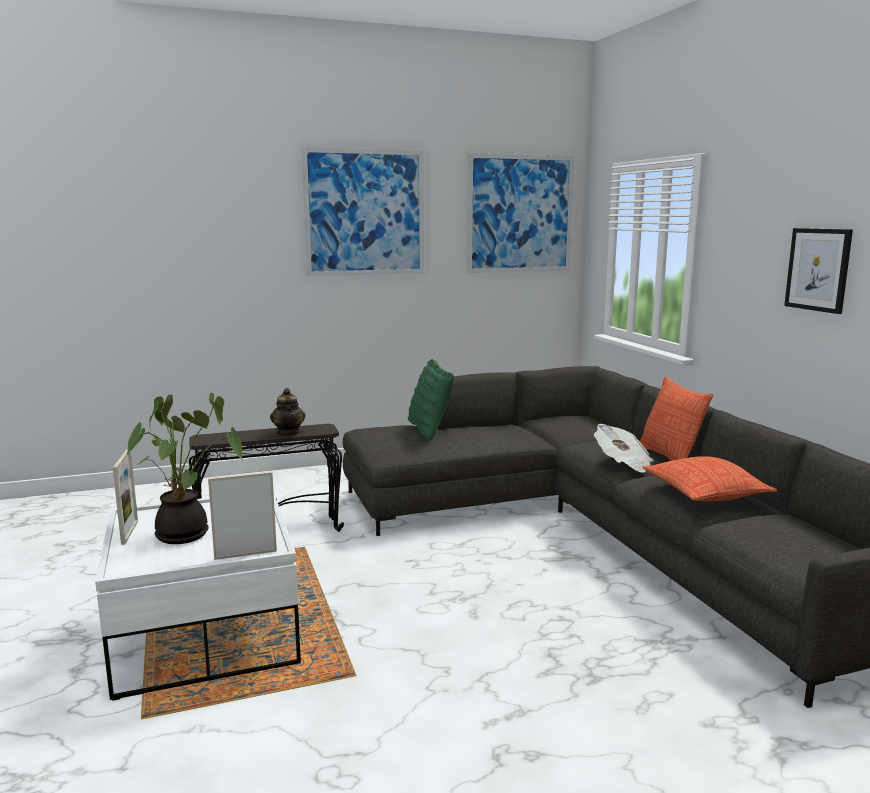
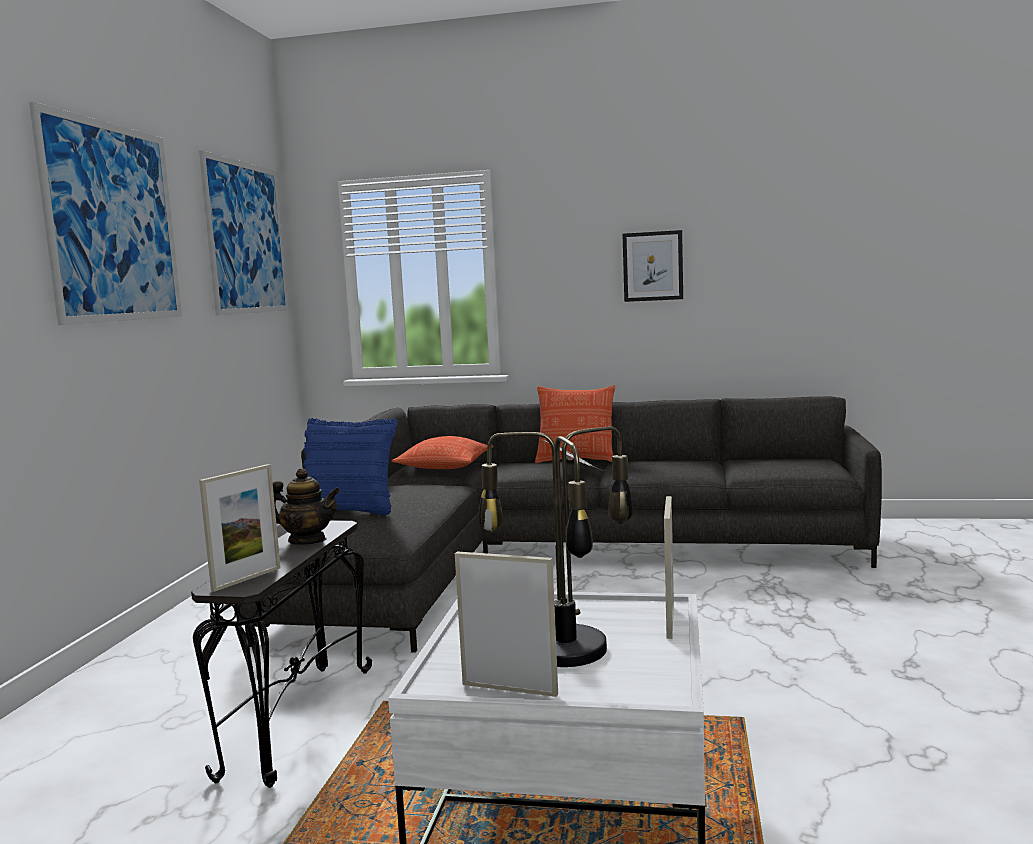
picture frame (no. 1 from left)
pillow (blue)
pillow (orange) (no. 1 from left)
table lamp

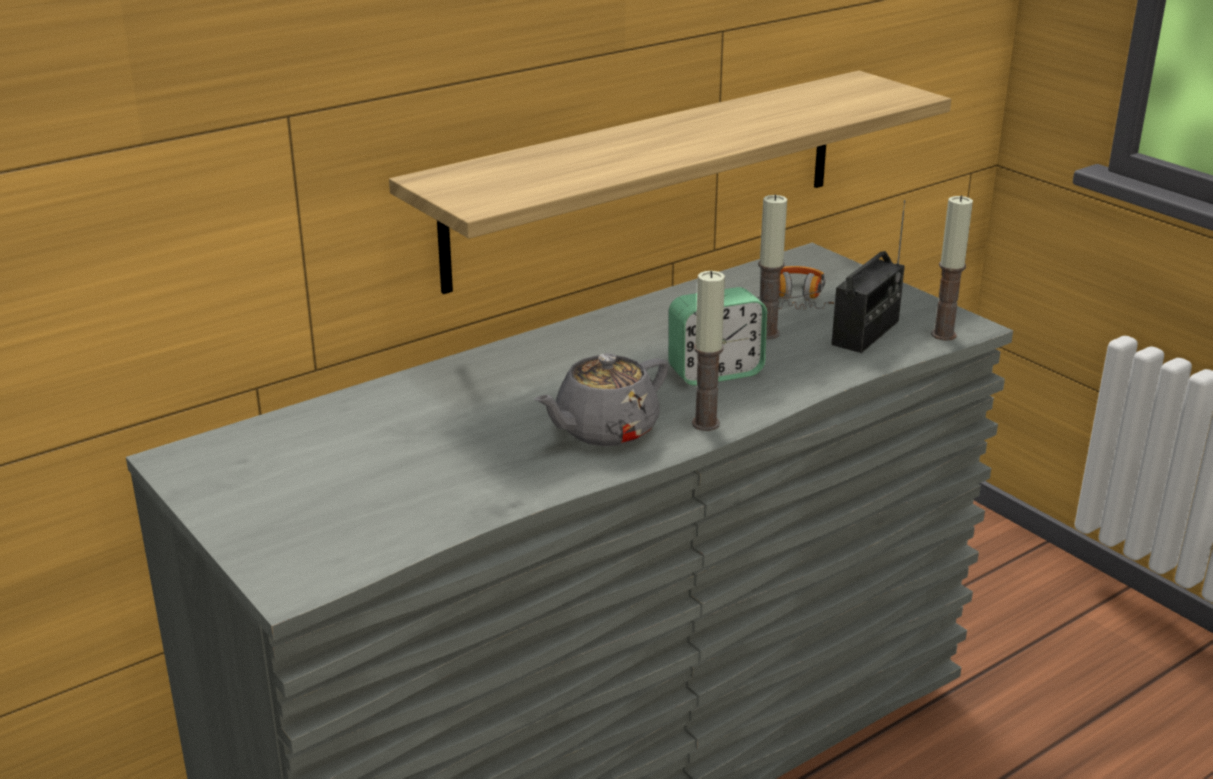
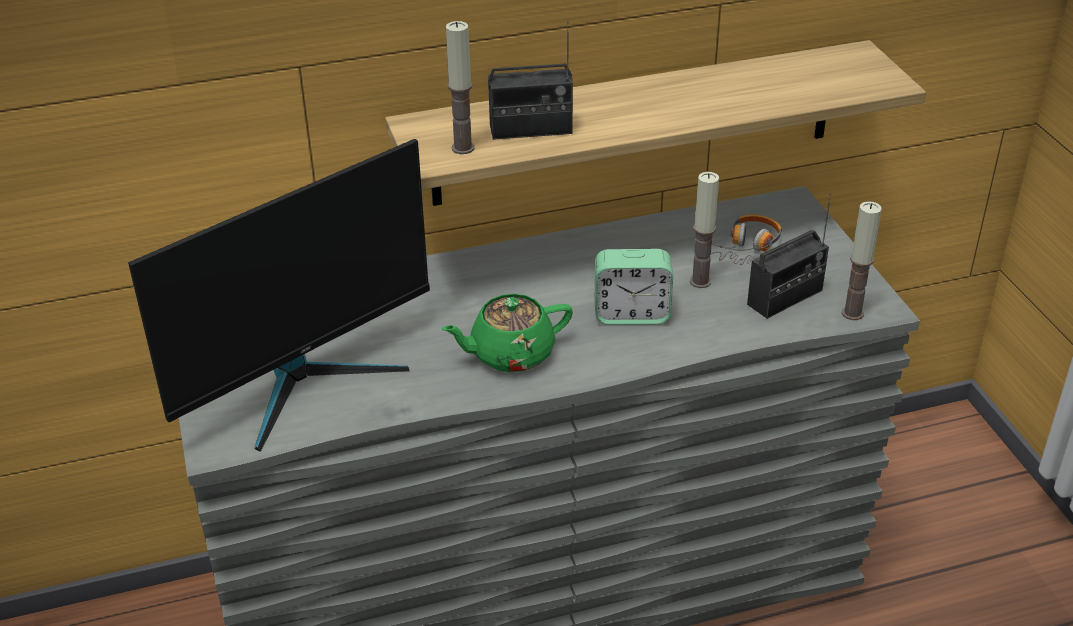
monitor
teapot (green)
candle (no. 1 from left)
radio (no. 1 from left)

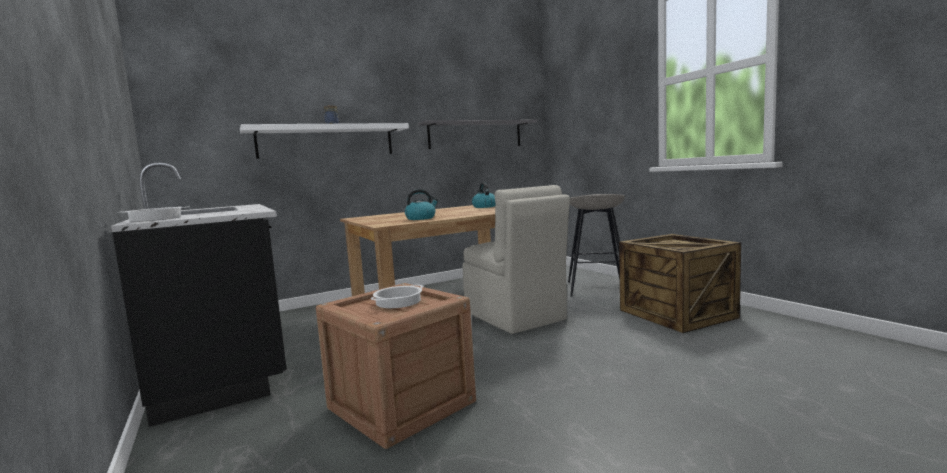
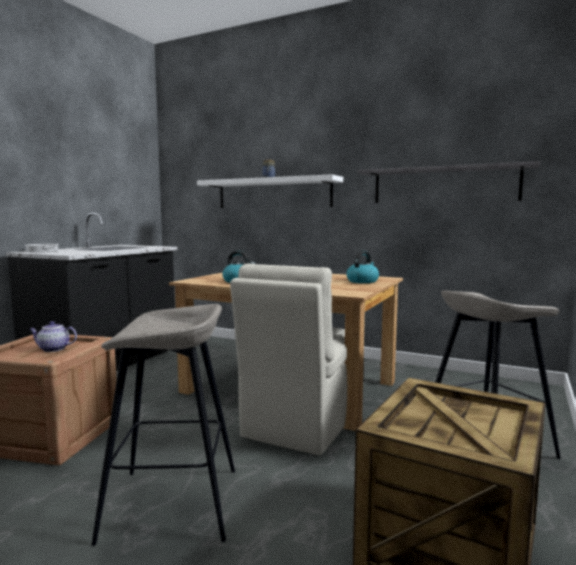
teapot
stool (grey) (no. 1 from left)

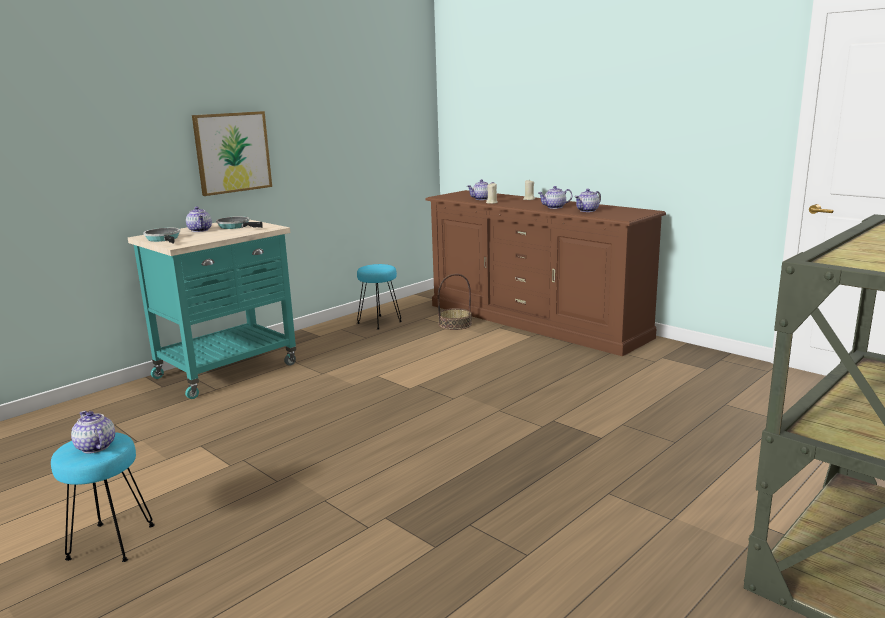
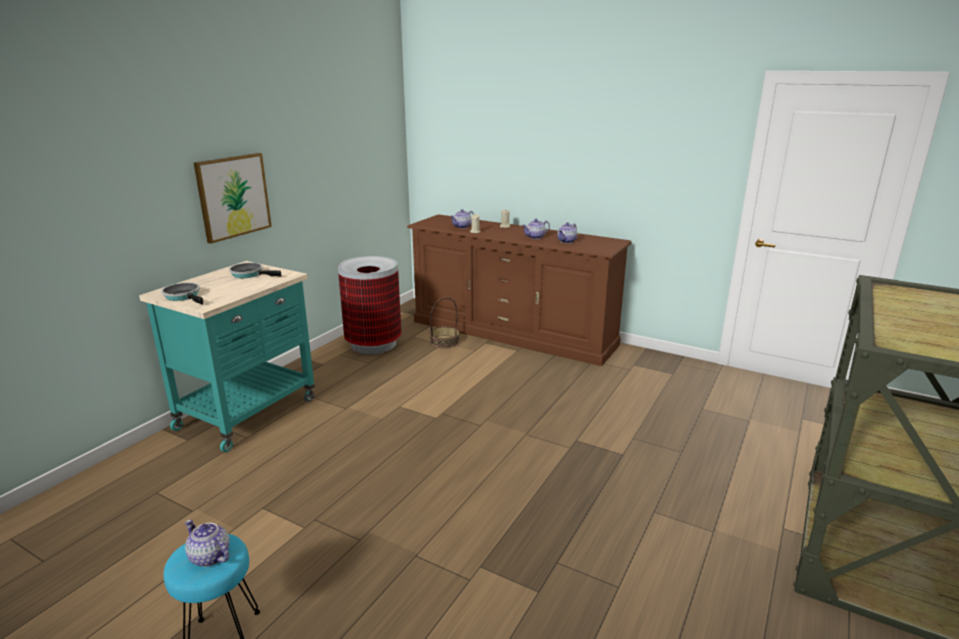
trash can
teapot (no. 2 from left in the first image)

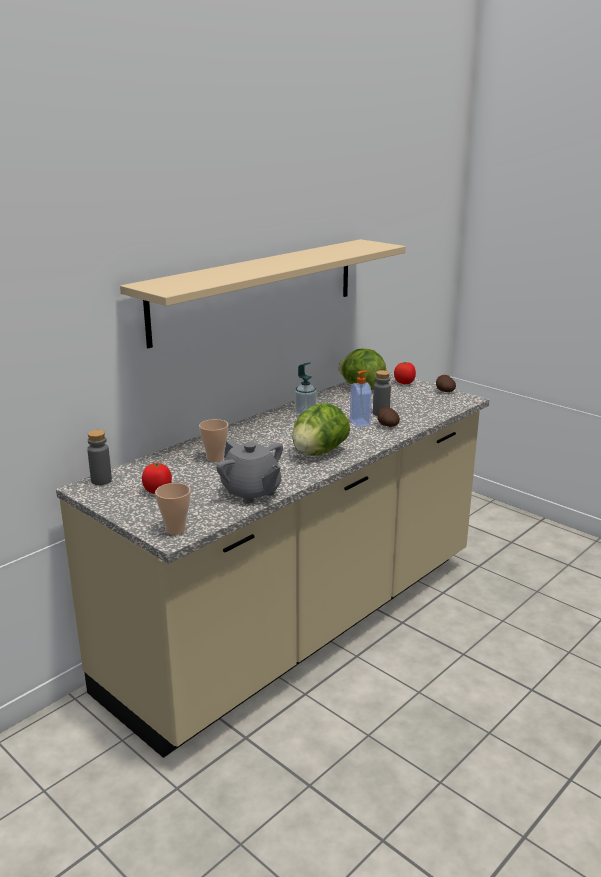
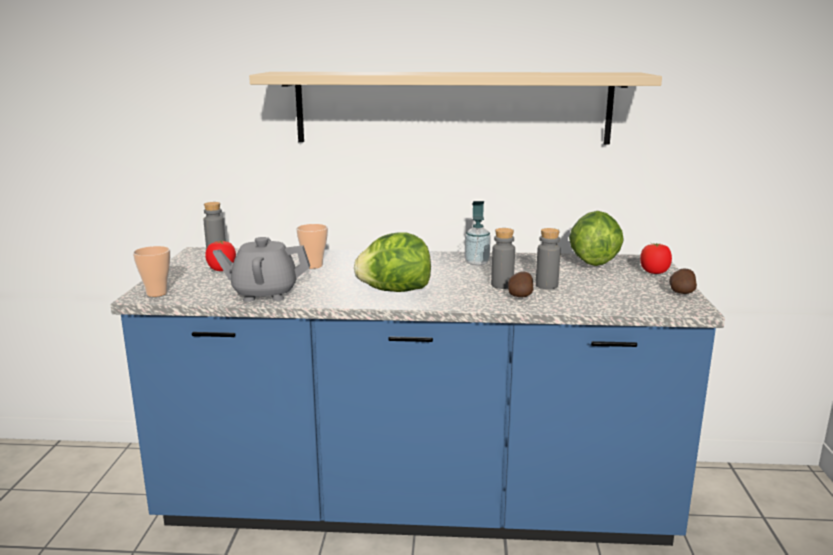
counter (blue)
teapot (grey)
bottle (grey) (no. 2 from left)

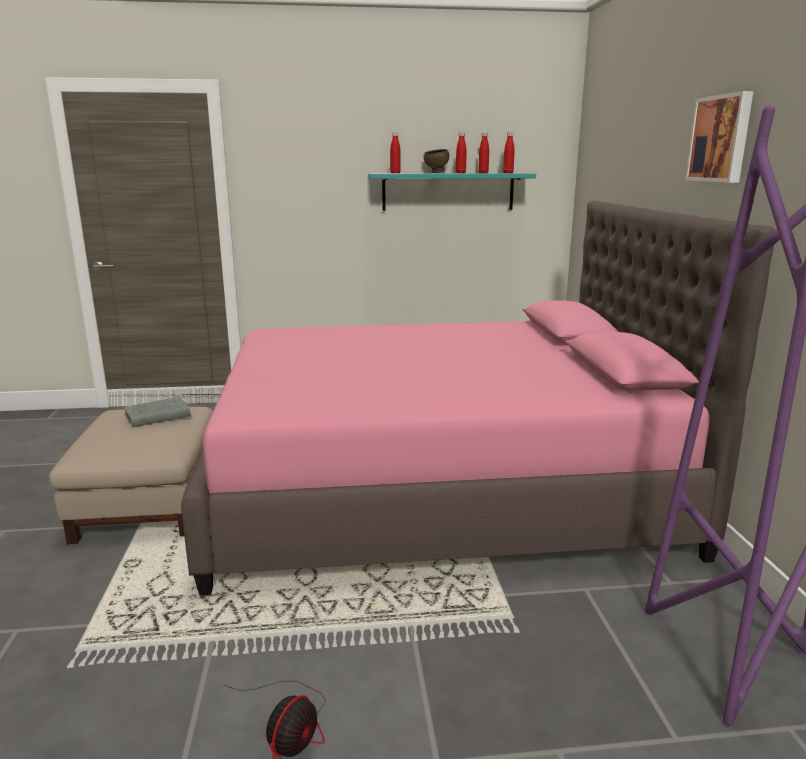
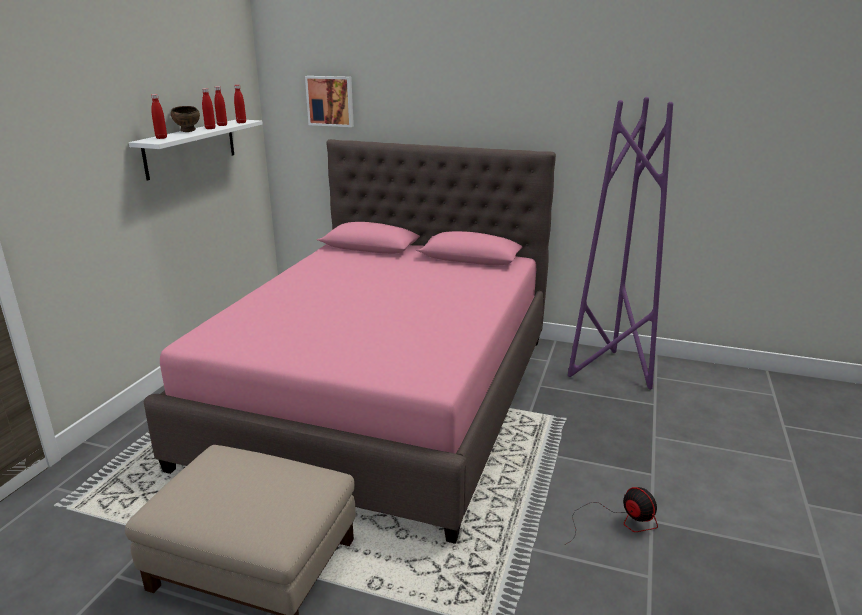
shelf (white)
picture
book (grey)

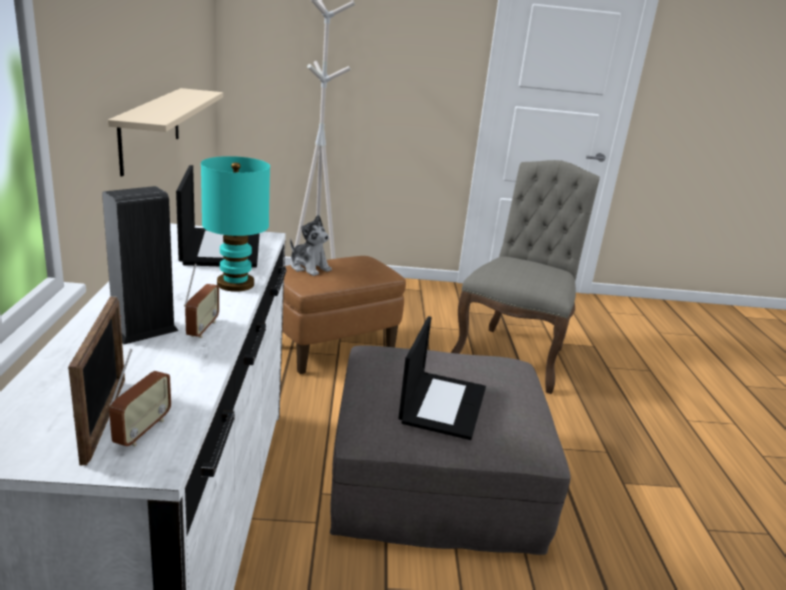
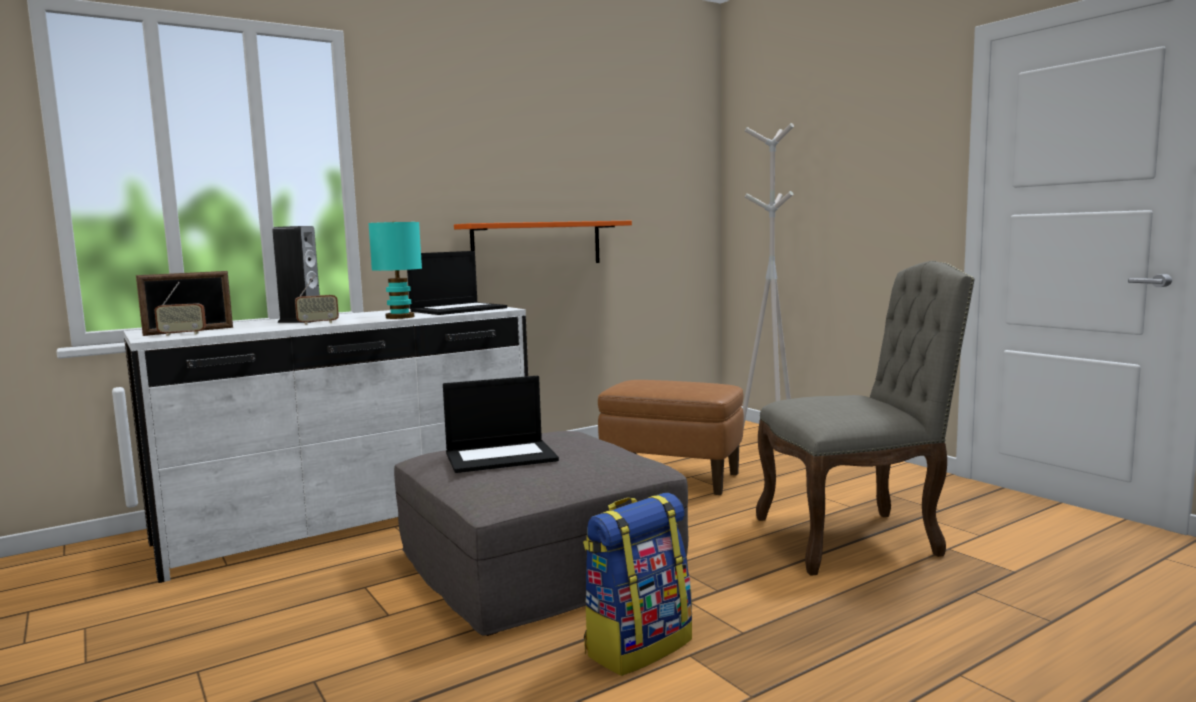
shelf (orange)
backpack
plush toy

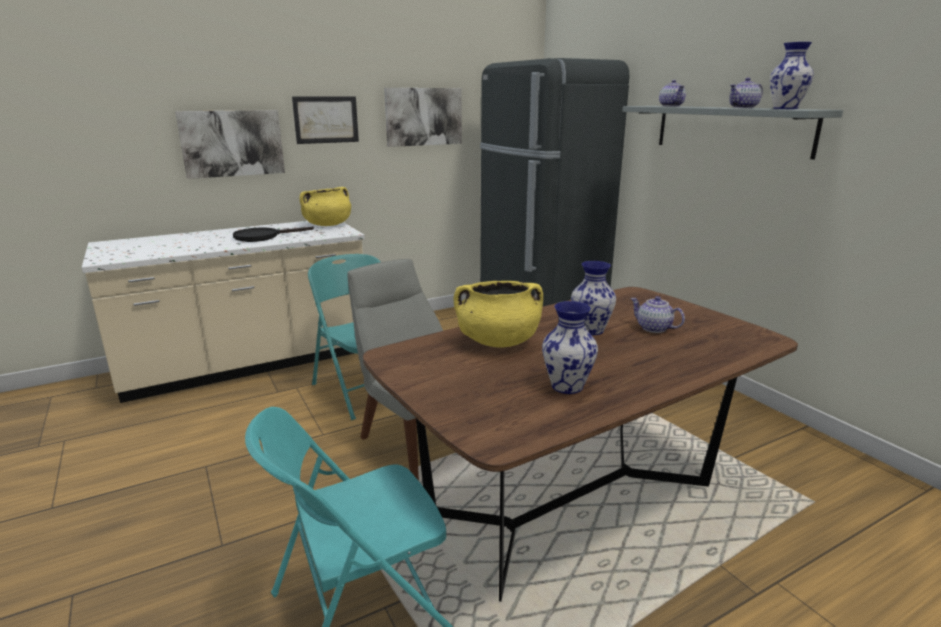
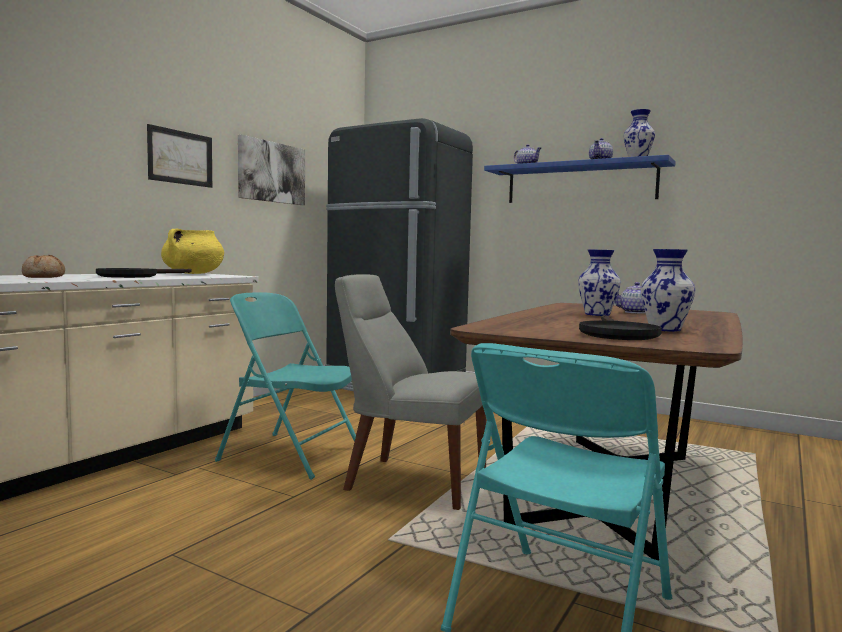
bread
shelf (blue)
frying pan (black) (no. 2 from left)
picture (no. 1 from left in the first image)
cooking pot (yellow) (no. 2 from left in the first image)

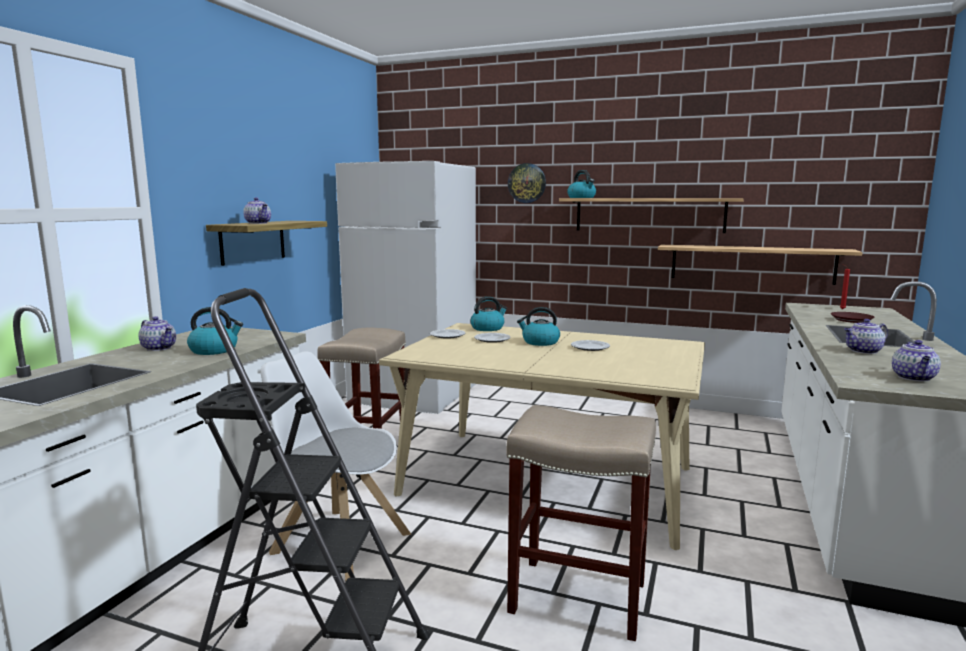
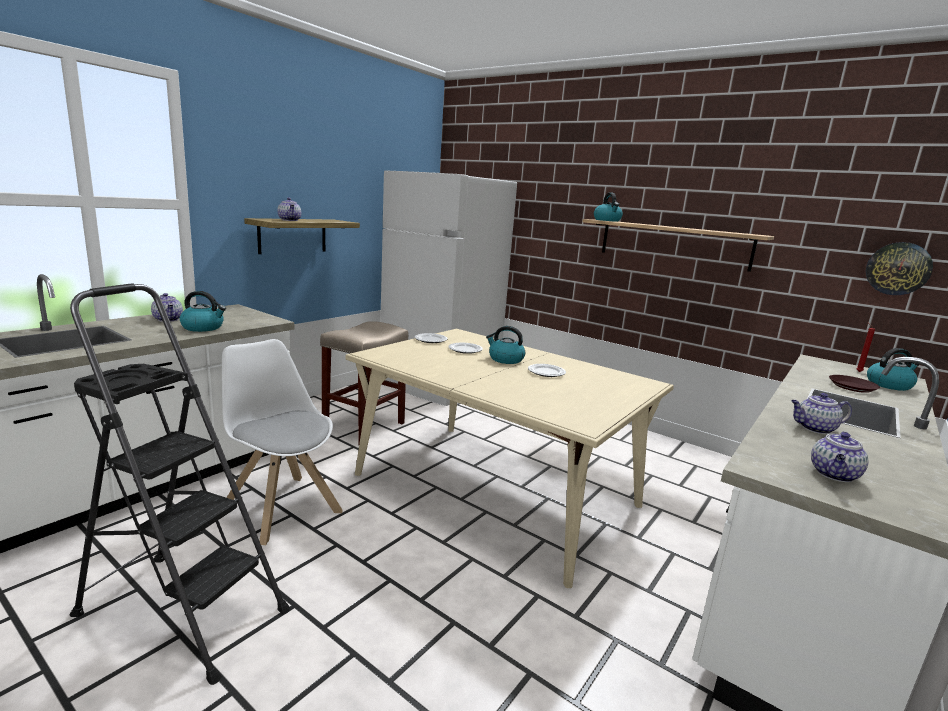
wall clock
kettle (no. 4 from left)
stool (beige) (no. 2 from left in the first image)
shelf (no. 3 from left in the first image)

